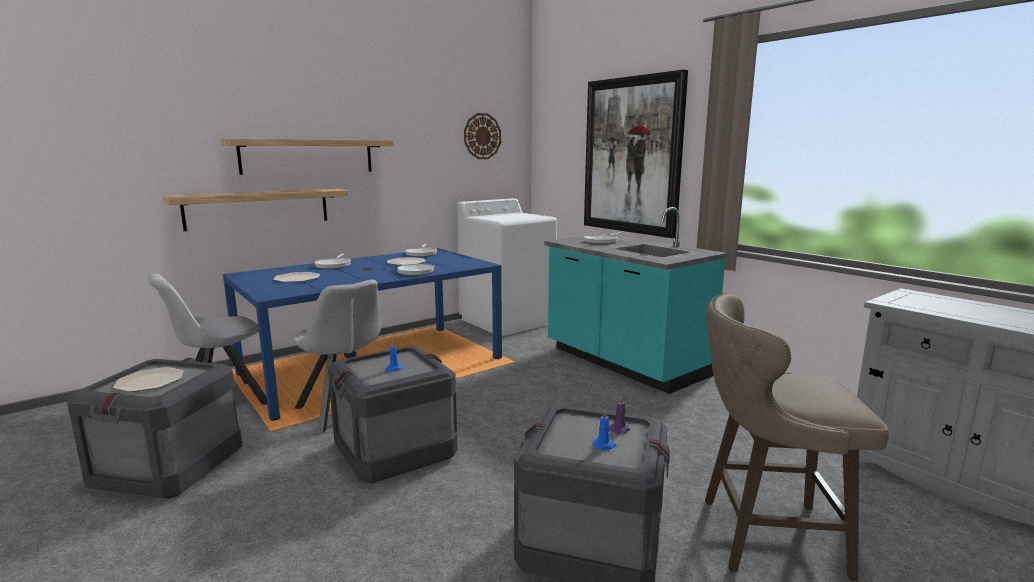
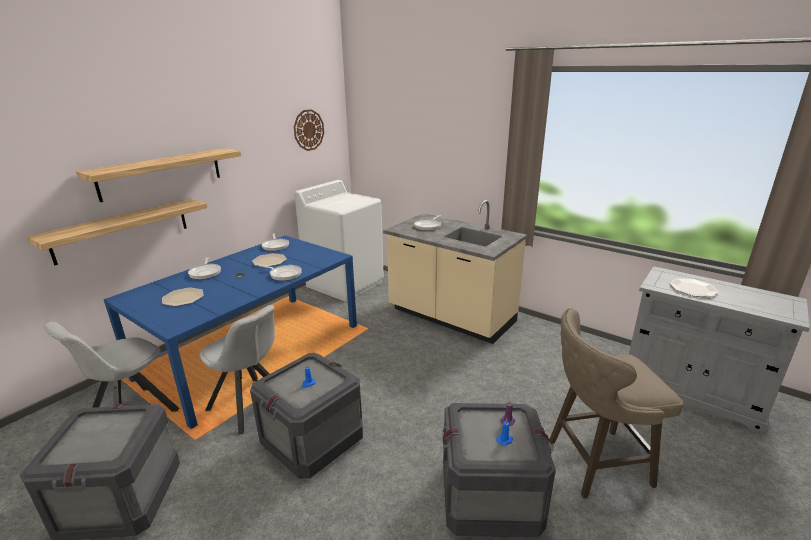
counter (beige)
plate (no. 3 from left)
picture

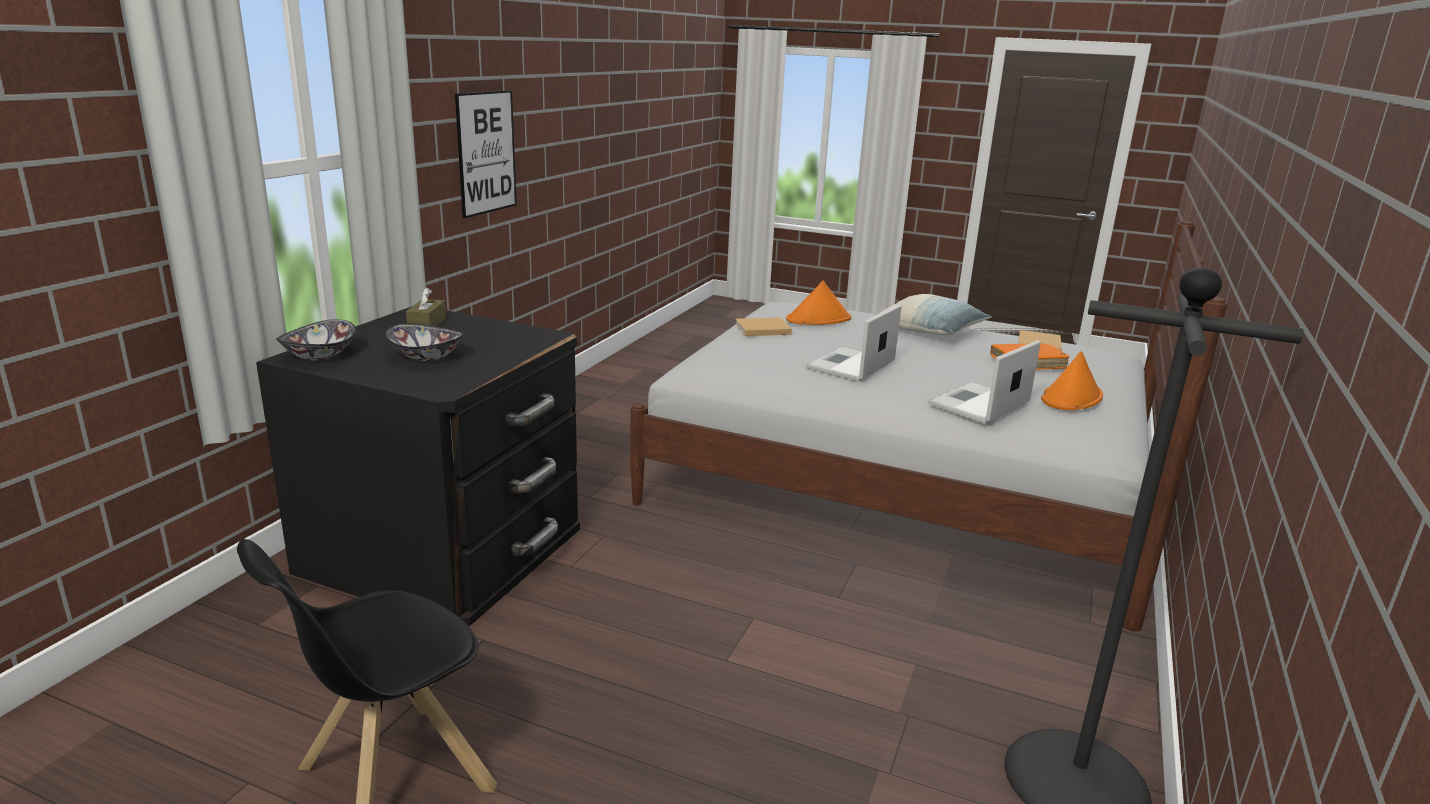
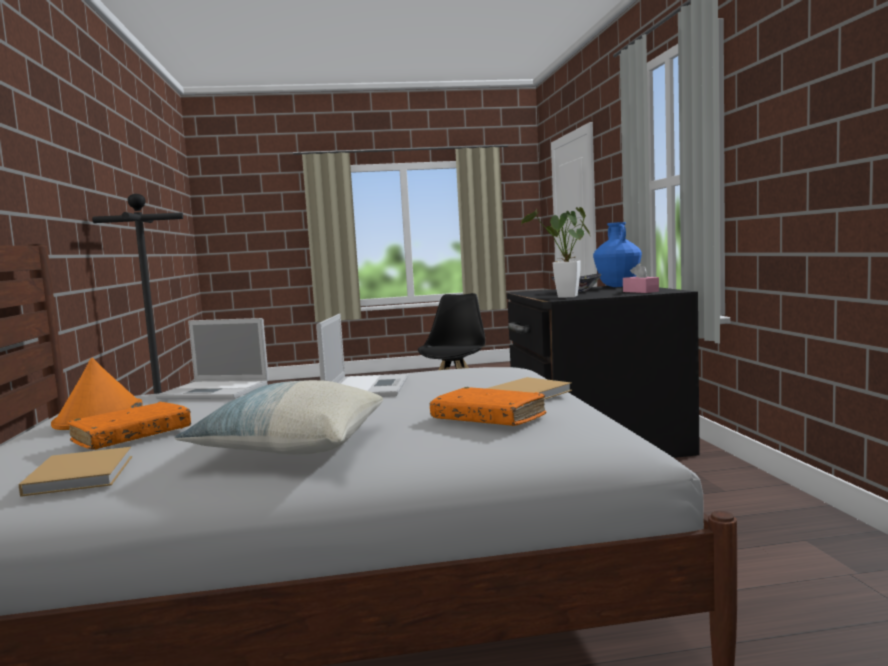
laptop (no. 1 from left)
book (orange) (no. 2 from left)
potted plant
vase (blue)
tissue box (pink)
picture

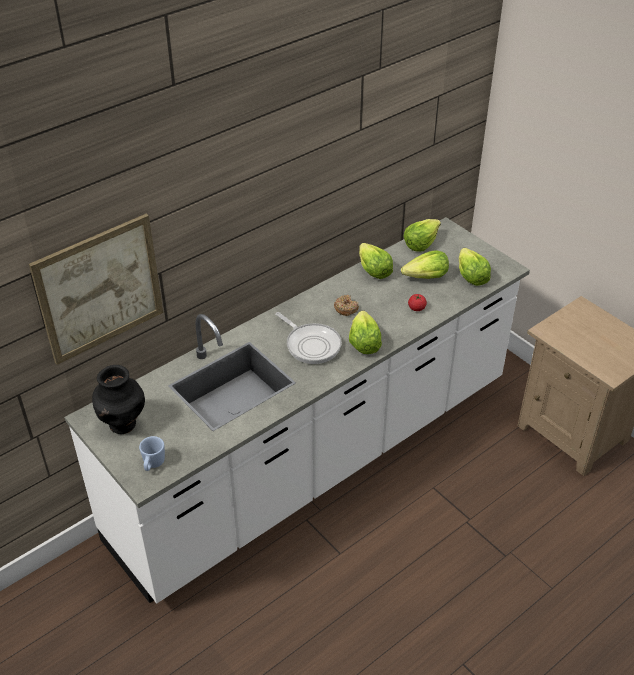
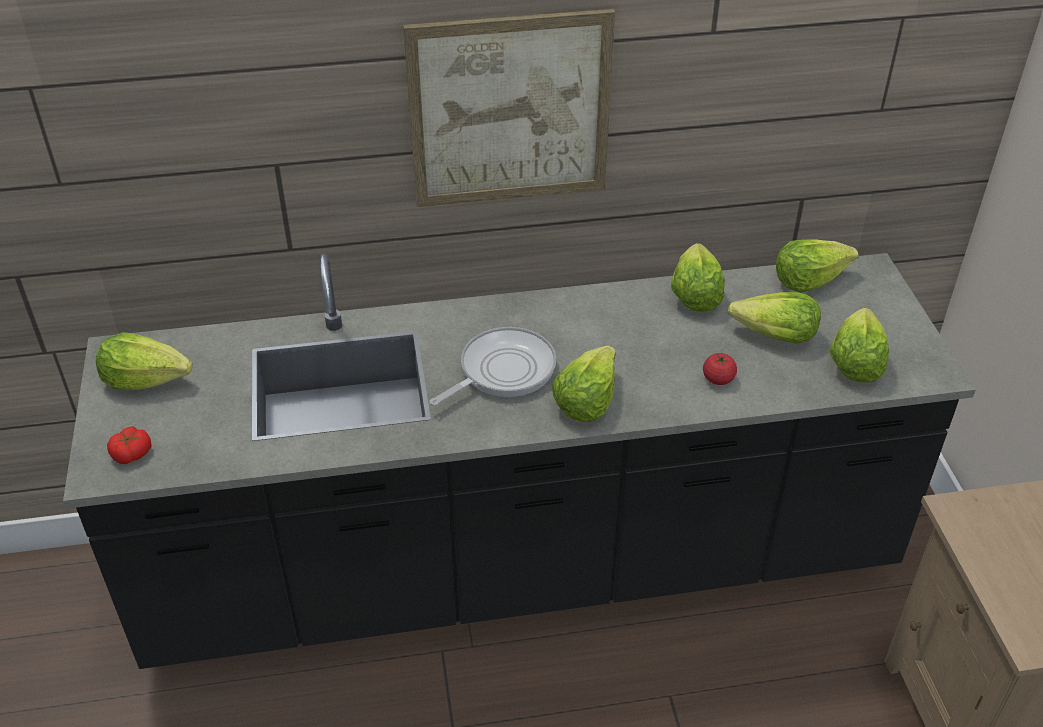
counter (black)
lettuce (no. 1 from left)
tomato (no. 1 from left)
picture
frying pan
donut

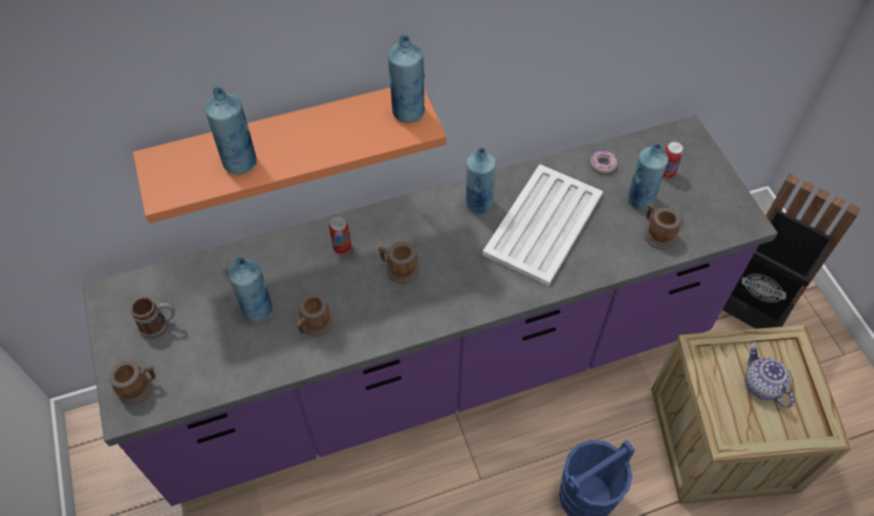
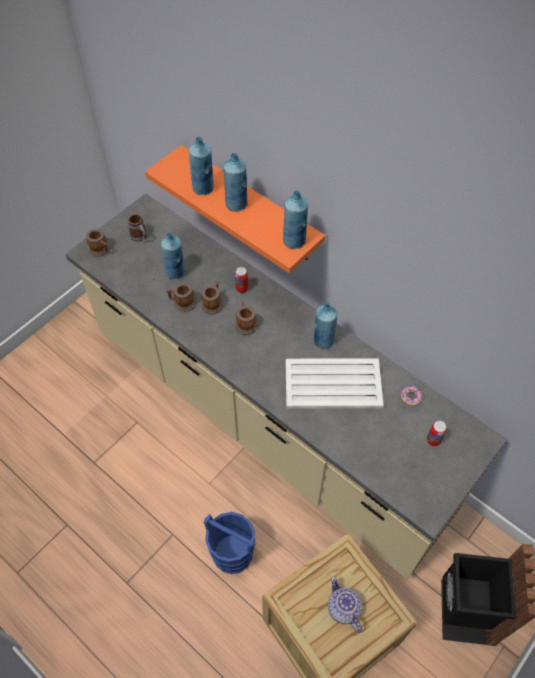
counter (beige)
mug (no. 4 from left)
bottle (blue) (no. 3 from left)
teapot

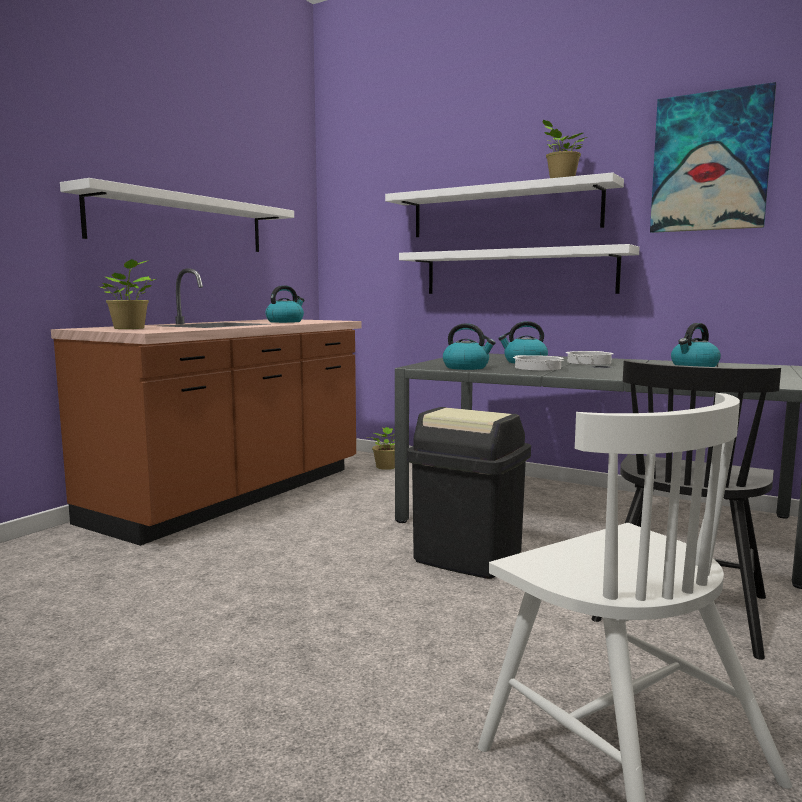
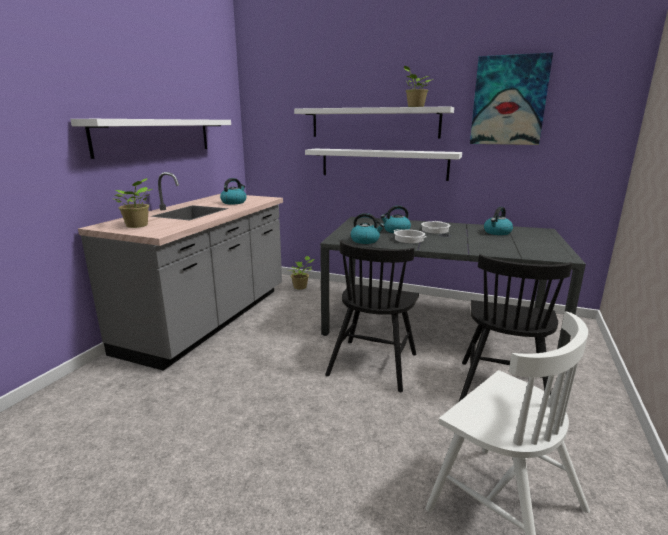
counter (grey)
chair (black) (no. 1 from left)

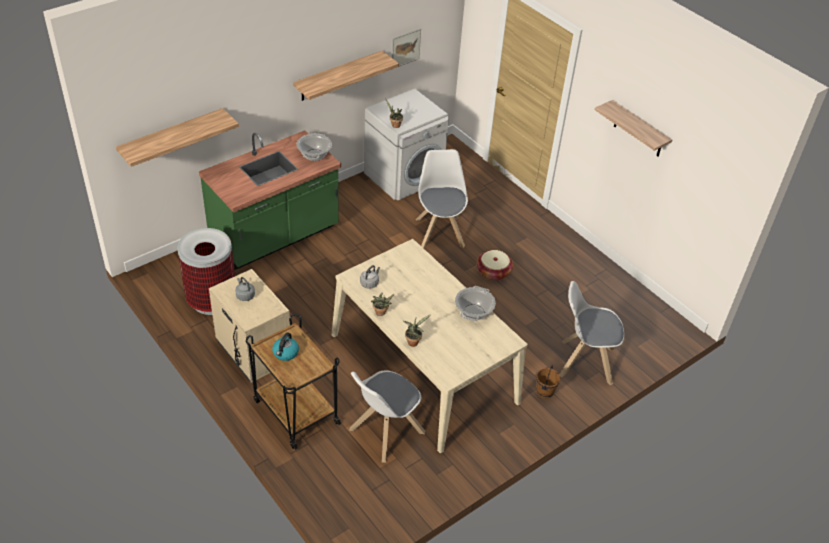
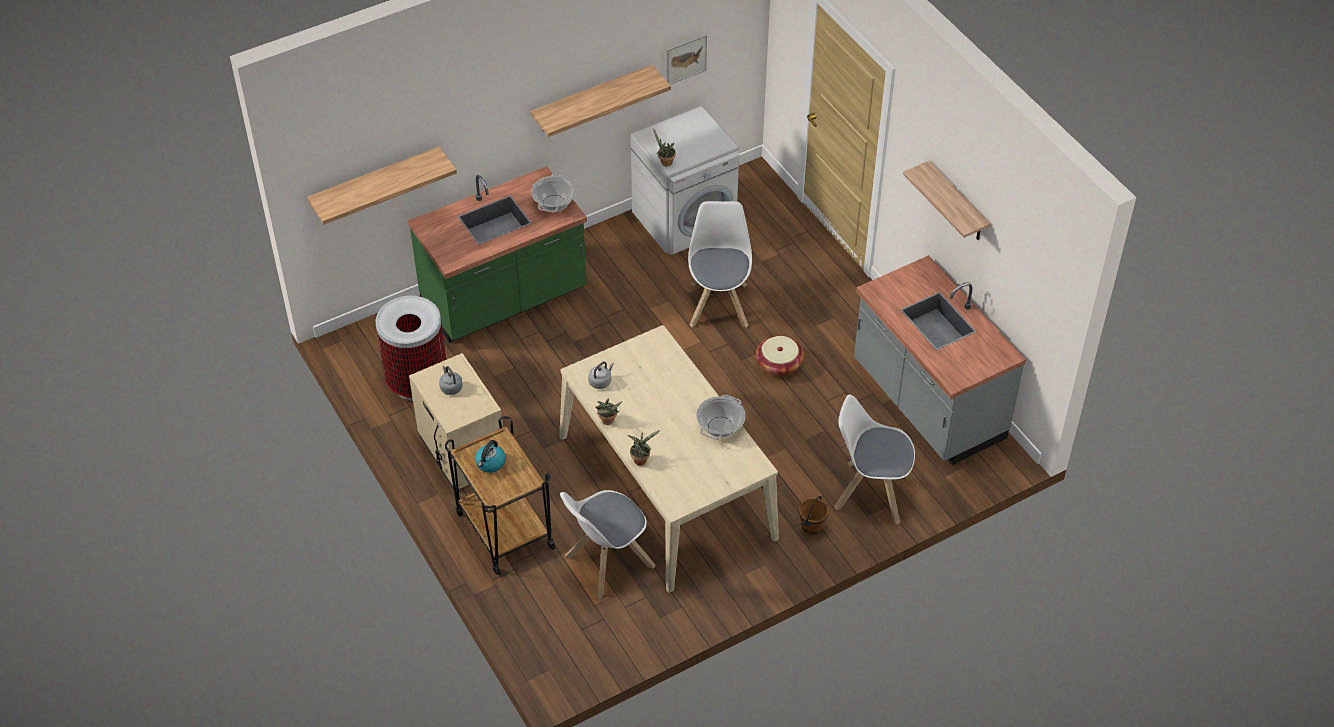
counter (grey)

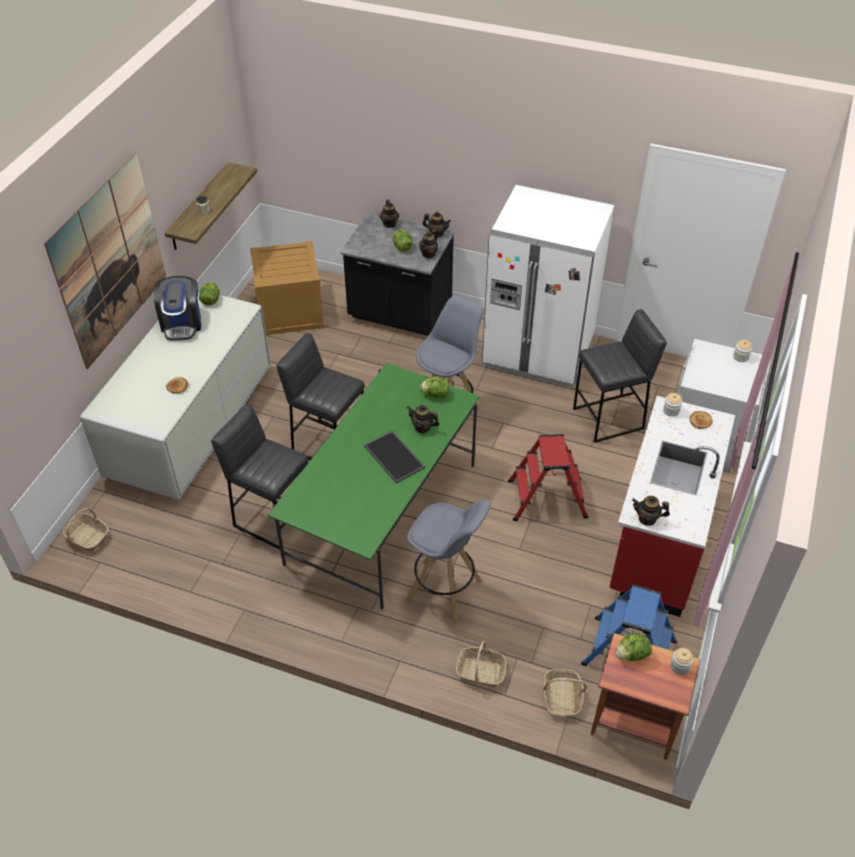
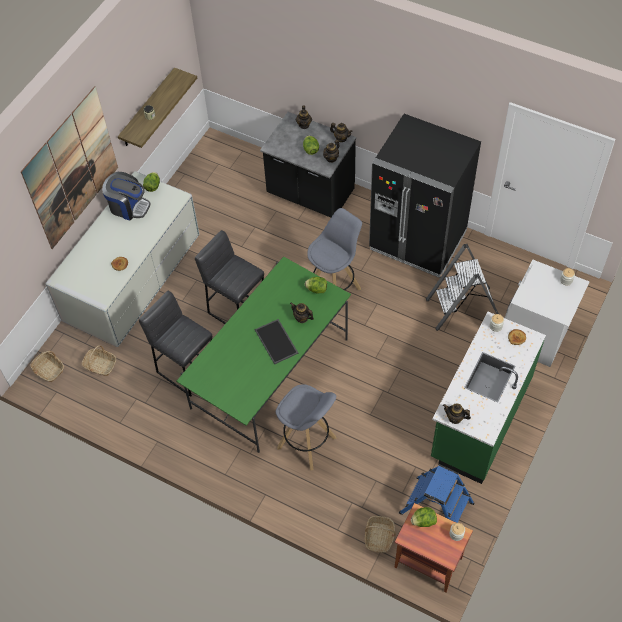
basket (no. 2 from left)
coffee machine
fridge (black)
step ladder (grey)
counter (green)
crate
step ladder (red)

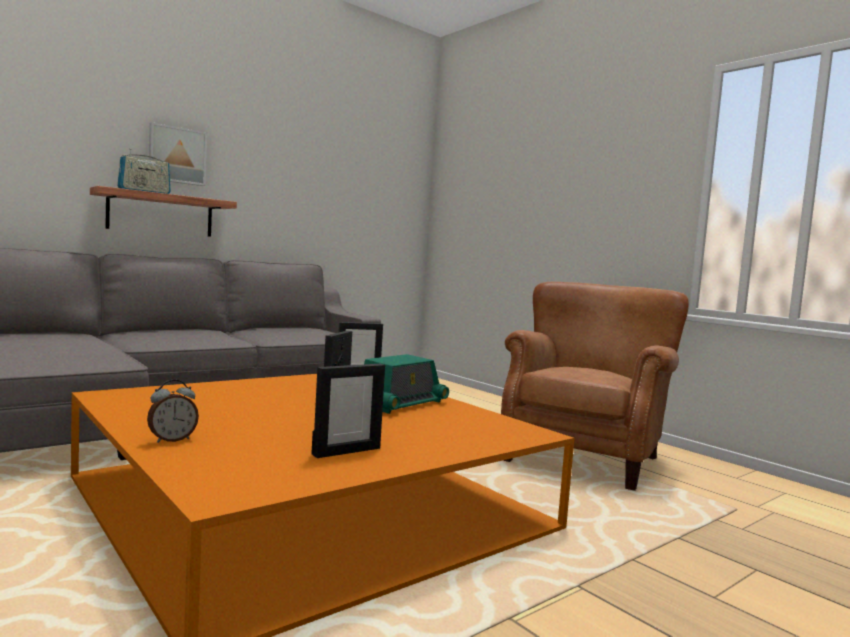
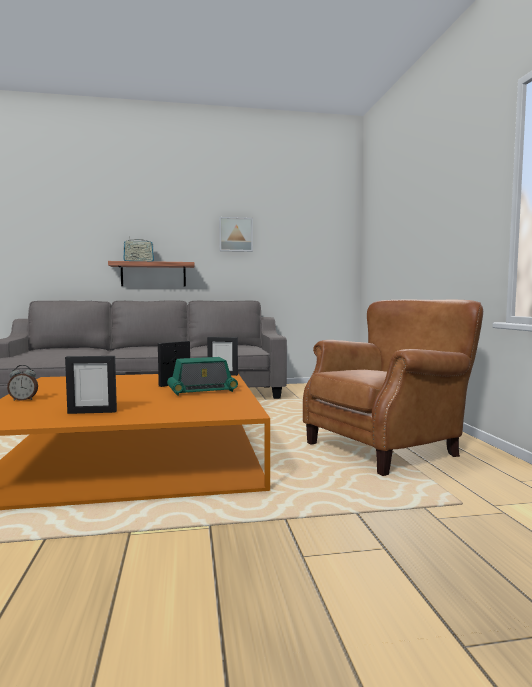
picture

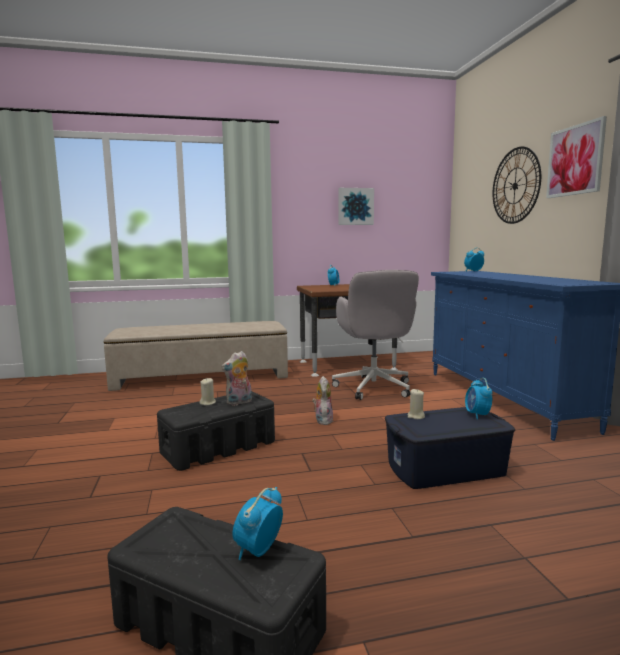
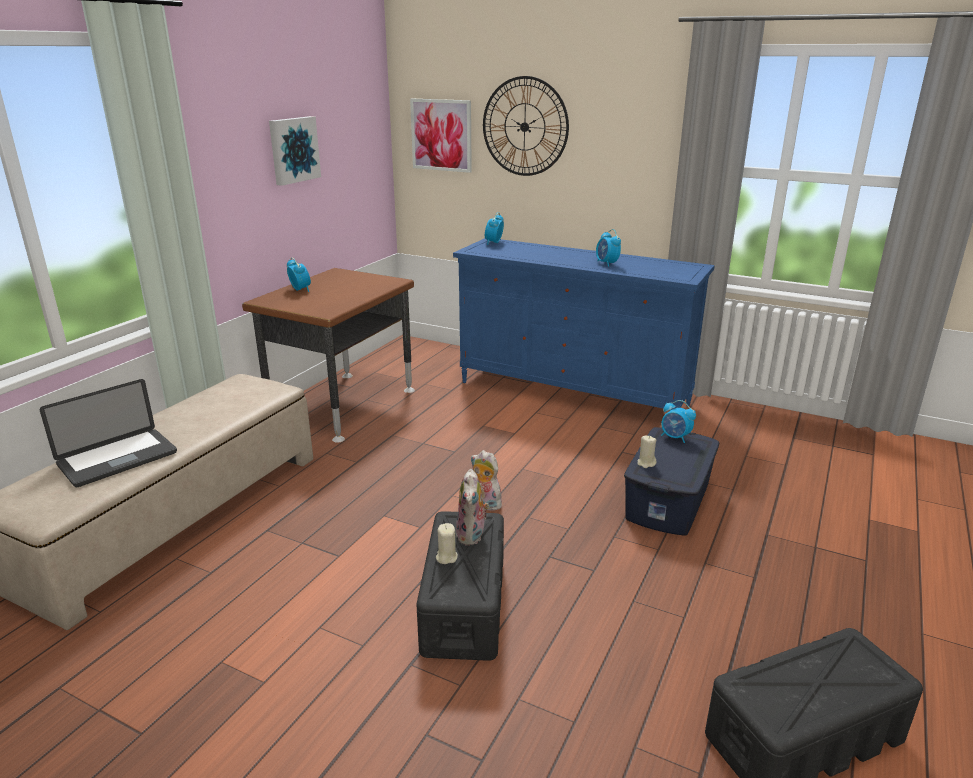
laptop
picture (no. 2 from left)
alarm clock (no. 3 from left)
office chair (grey)

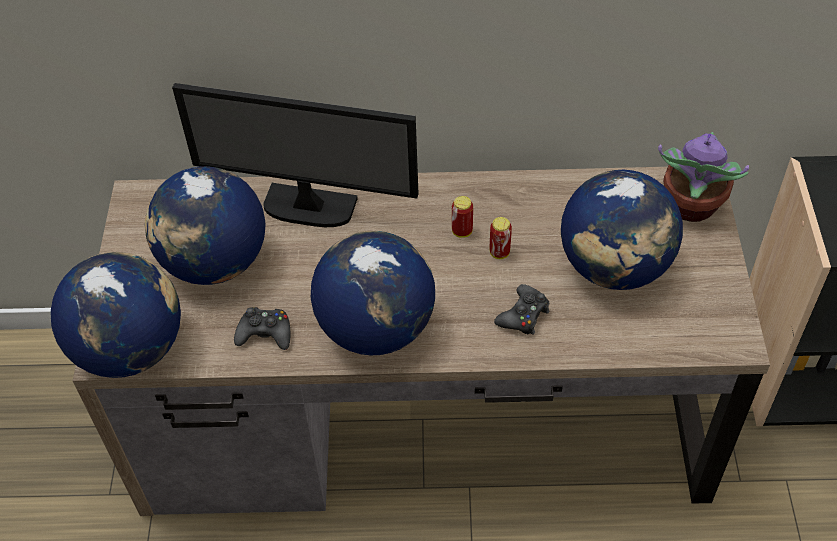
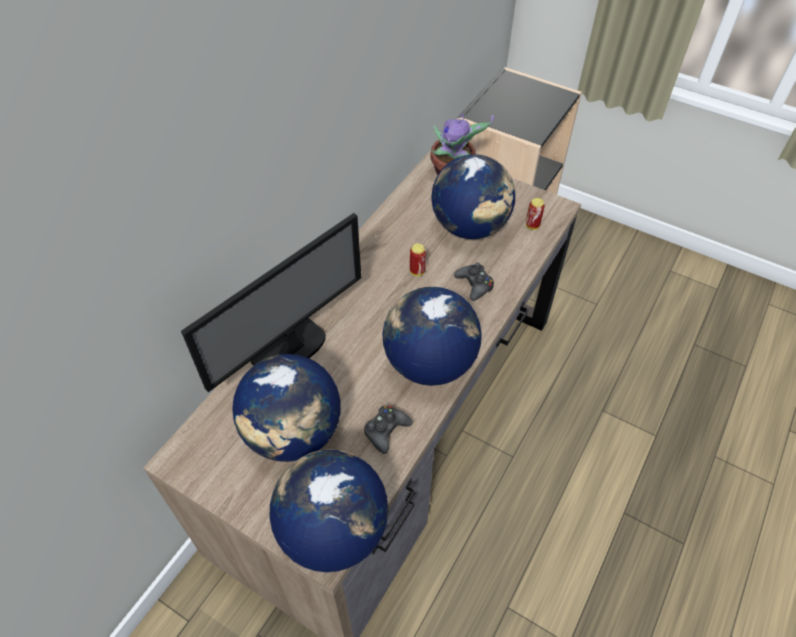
can (no. 2 from left)

